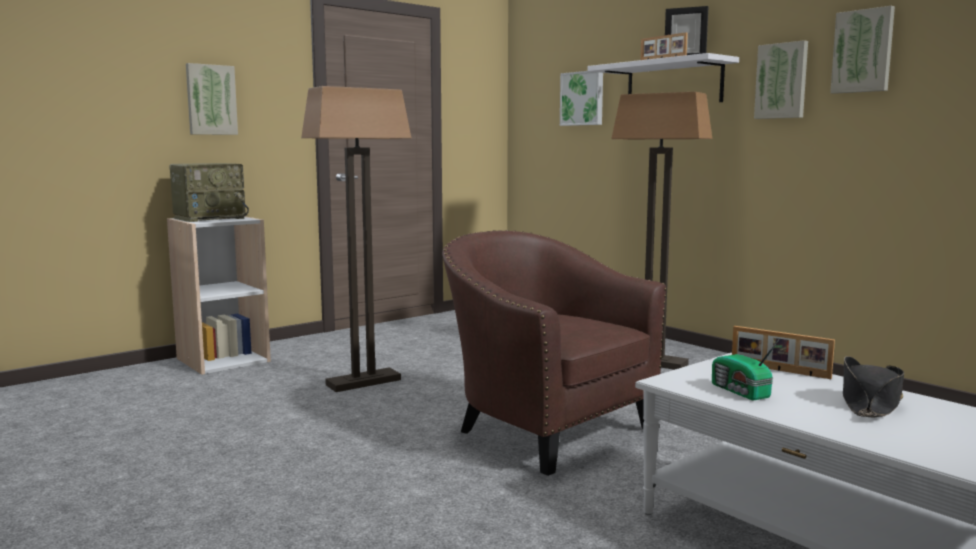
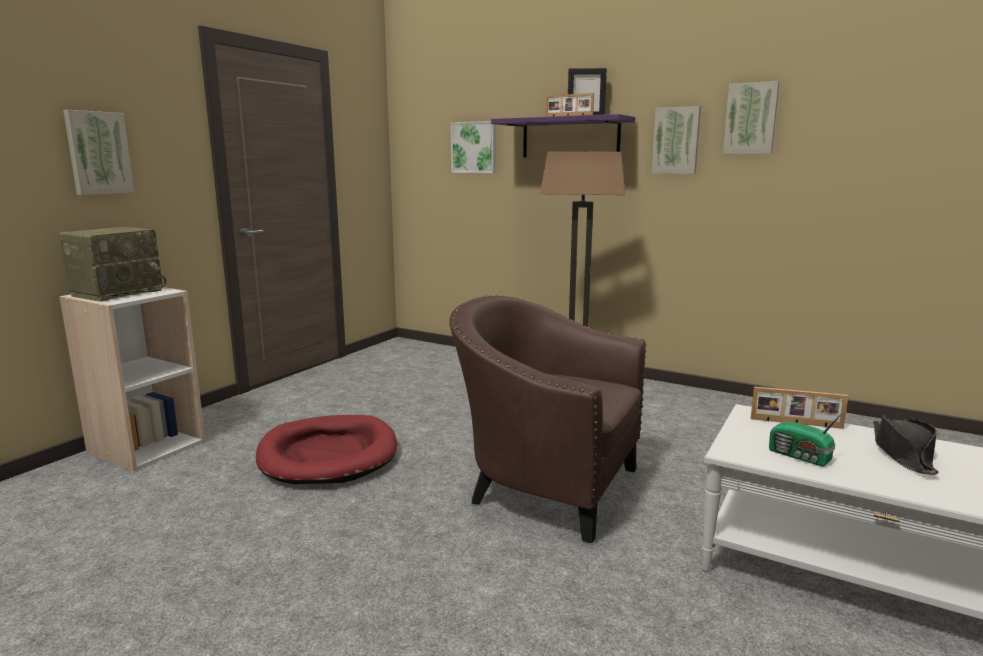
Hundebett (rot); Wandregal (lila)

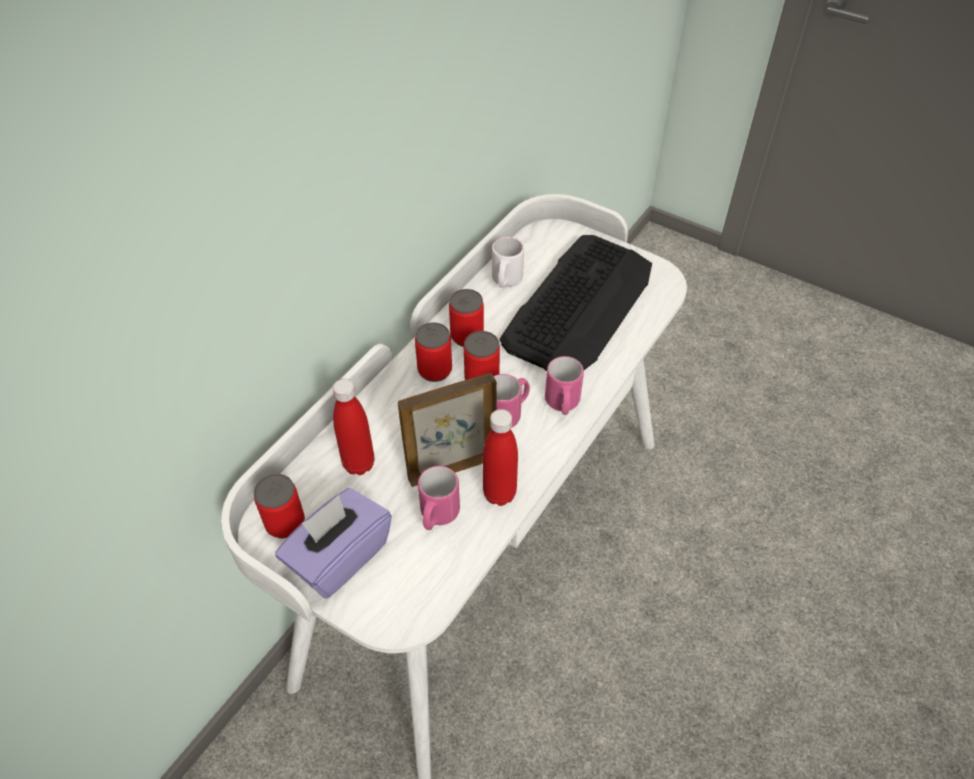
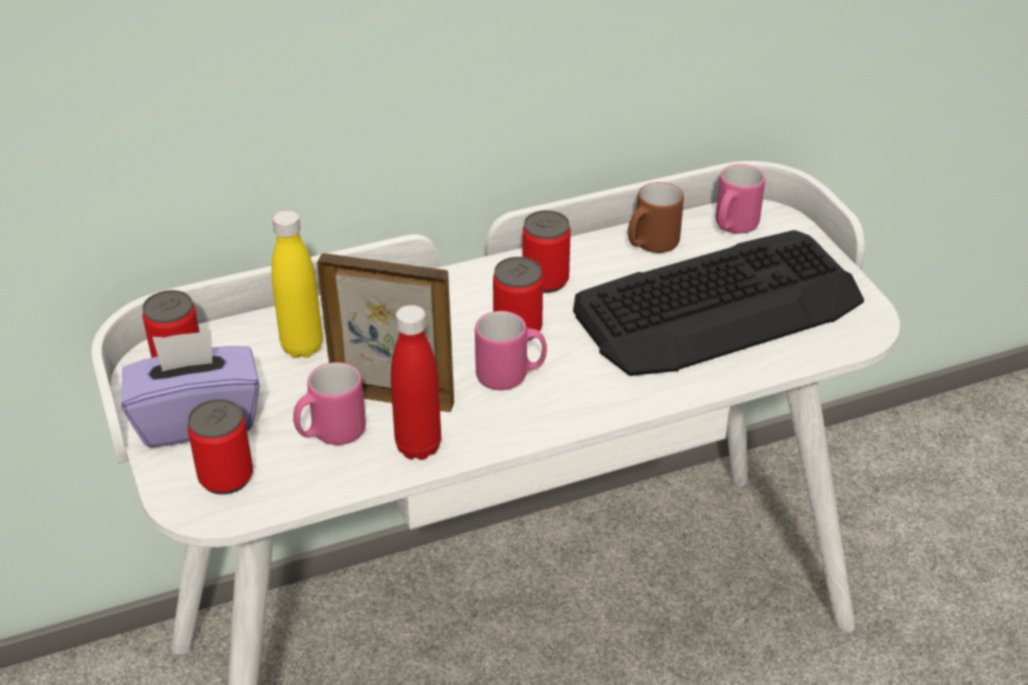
Dose (no. 2 from left); Henkelbecher (rosa) (no. 3 from left); Flasche (gelb); Henkelbecher (braun)

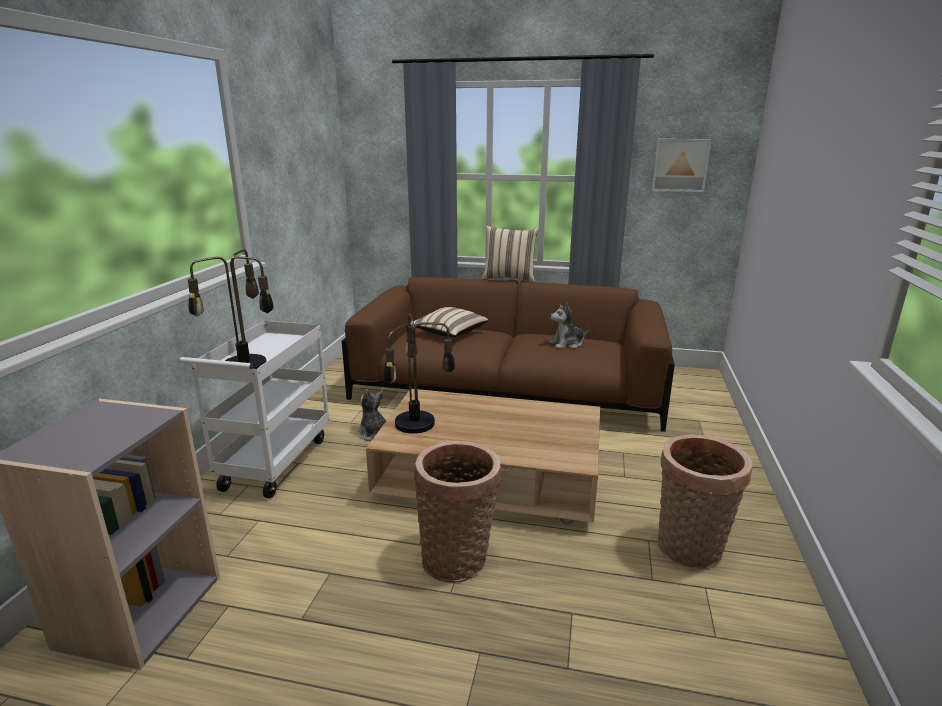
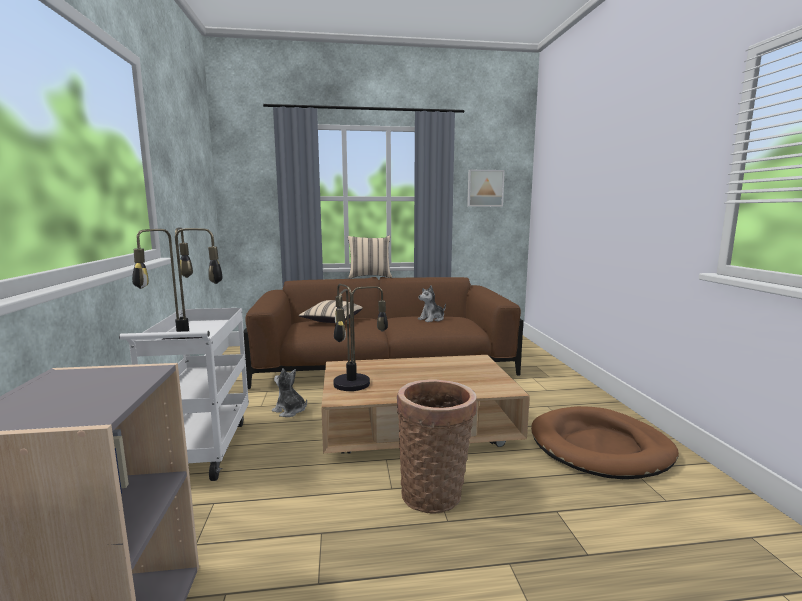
Hundebett (braun)

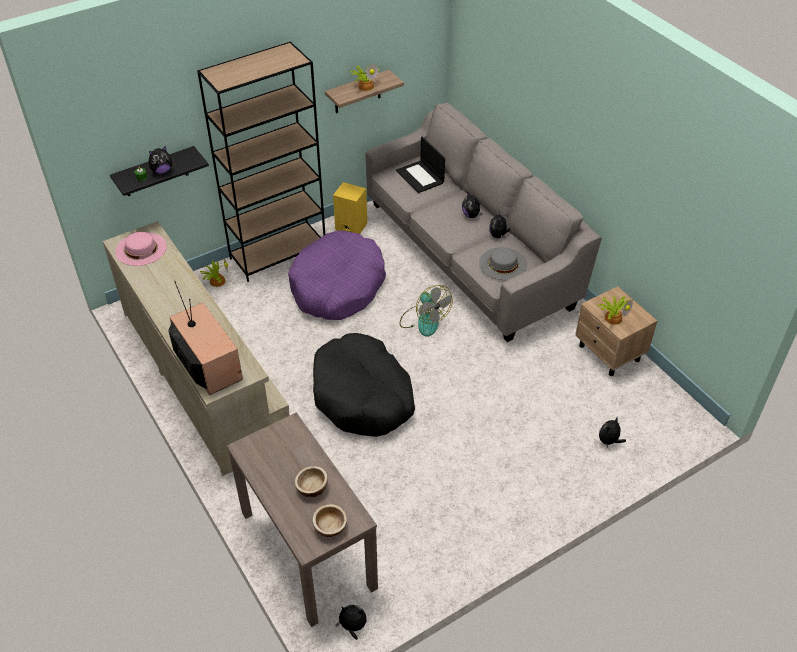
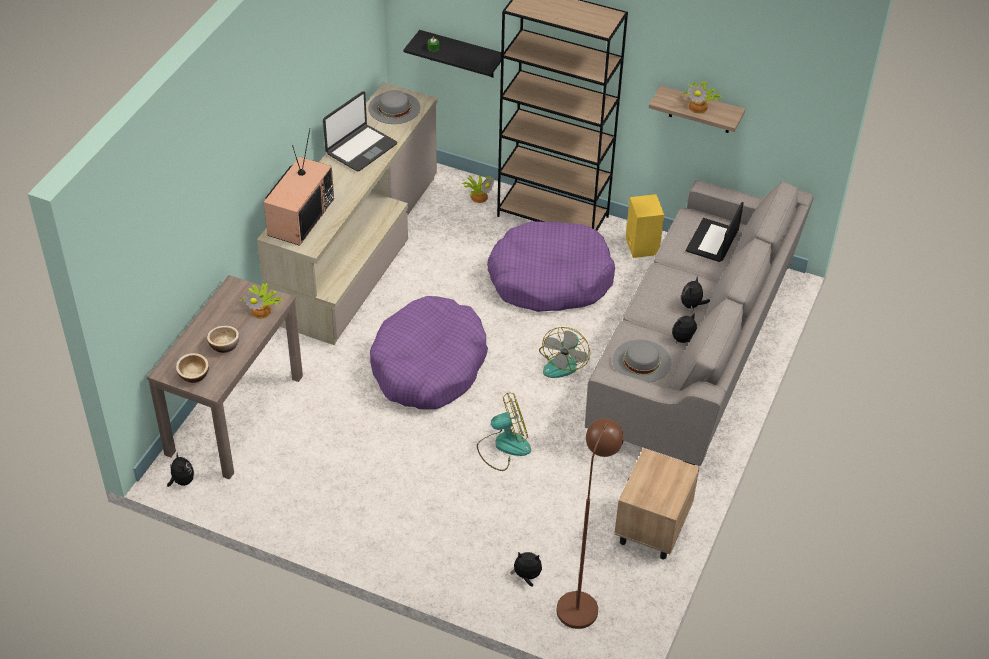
Plüschtier (no. 1 from left in the first image); Laptop (no. 1 from left); Ventilator (no. 1 from left); Stehlampe (braun); Topfpflanze (no. 1 from left); Hut (grau) (no. 1 from left); Hundebett (lila) (no. 1 from left)

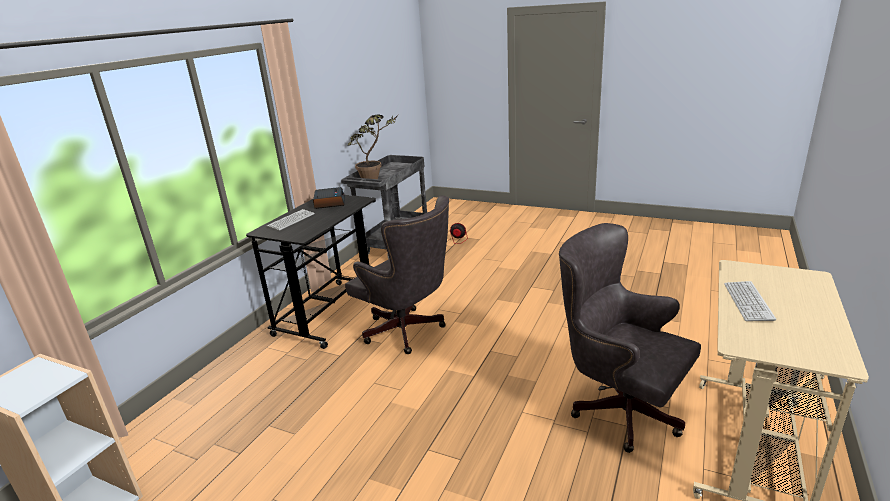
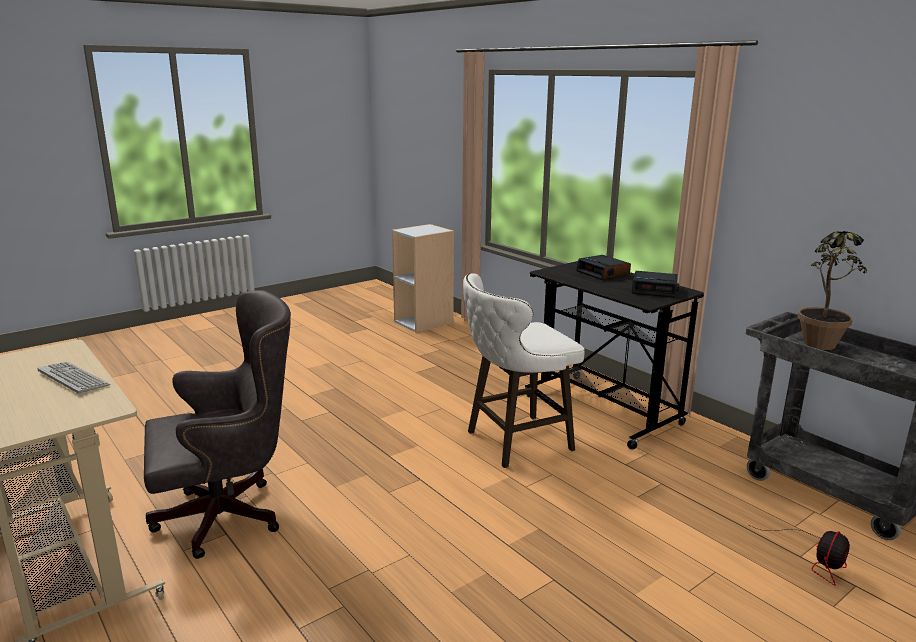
Wecker (no. 1 from left); Hocker (weiß)

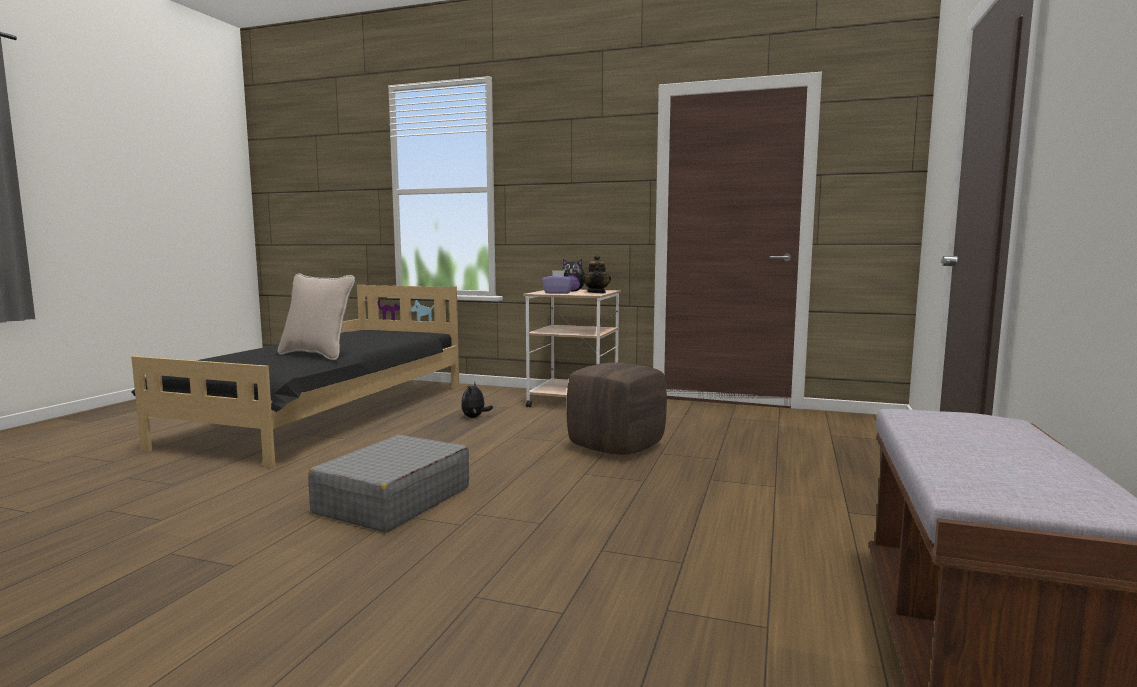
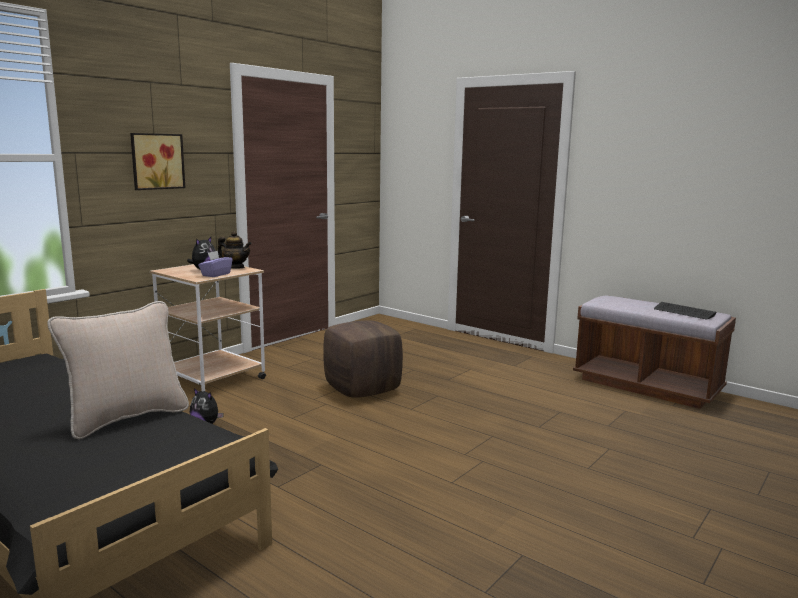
Koffer (grau); Bild; Tastatur

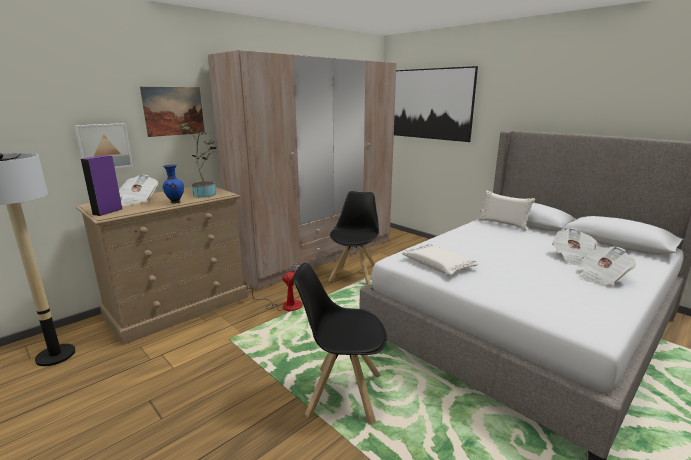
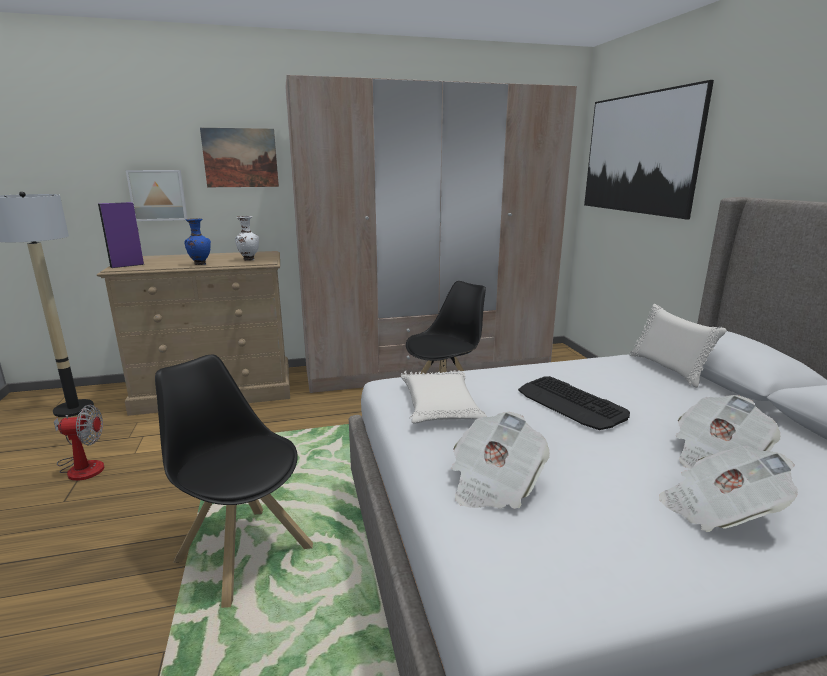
Tastatur; Zeitung (no. 1 from left); Ventilator; Vase (weiß)

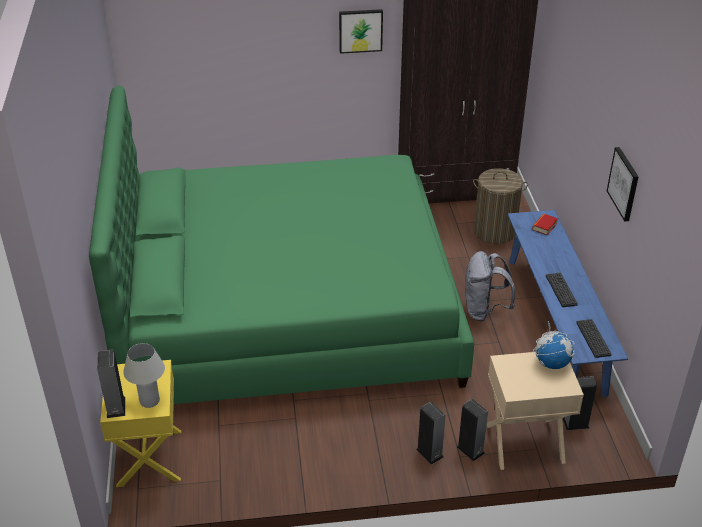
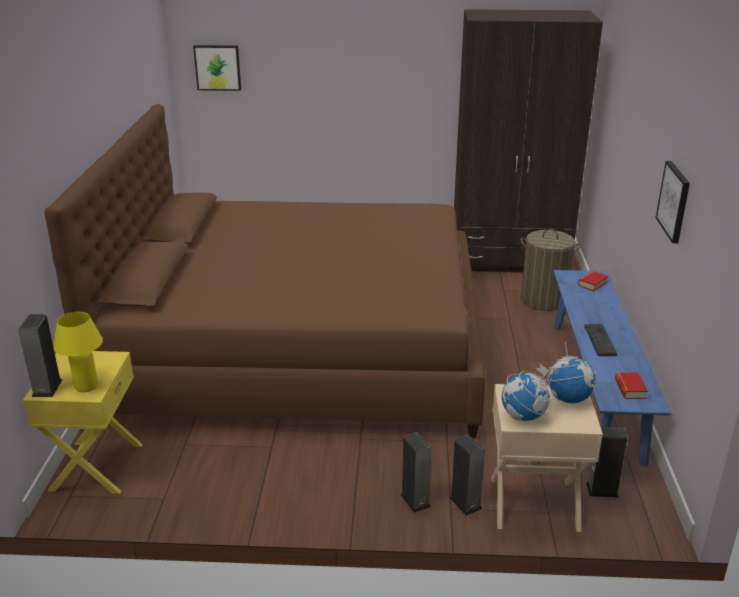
Rucksack (grau); Globus (no. 1 from left); Bild (no. 1 from left); Buch (no. 2 from left); Bett (braun); Tischlampe (gelb)

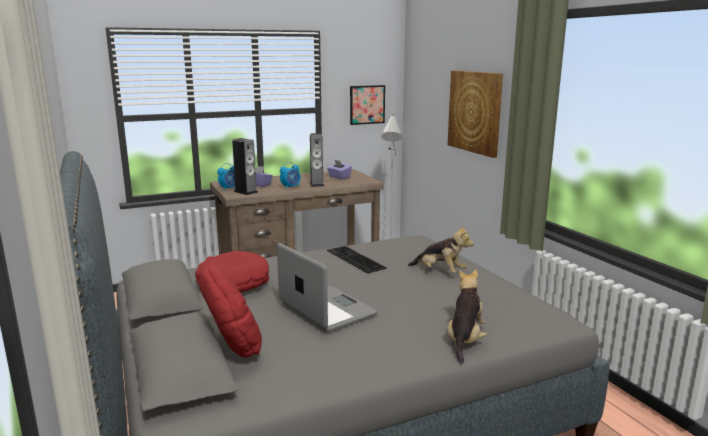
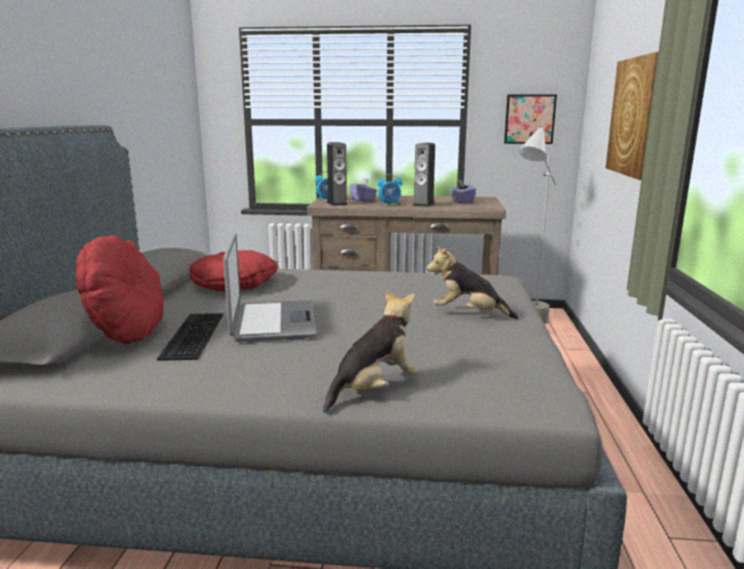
Tastatur; Plüschtier (no. 2 from left)

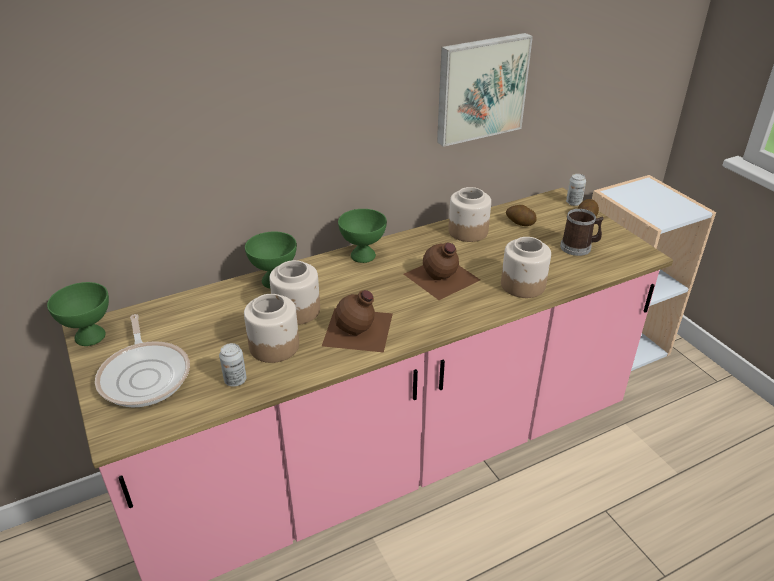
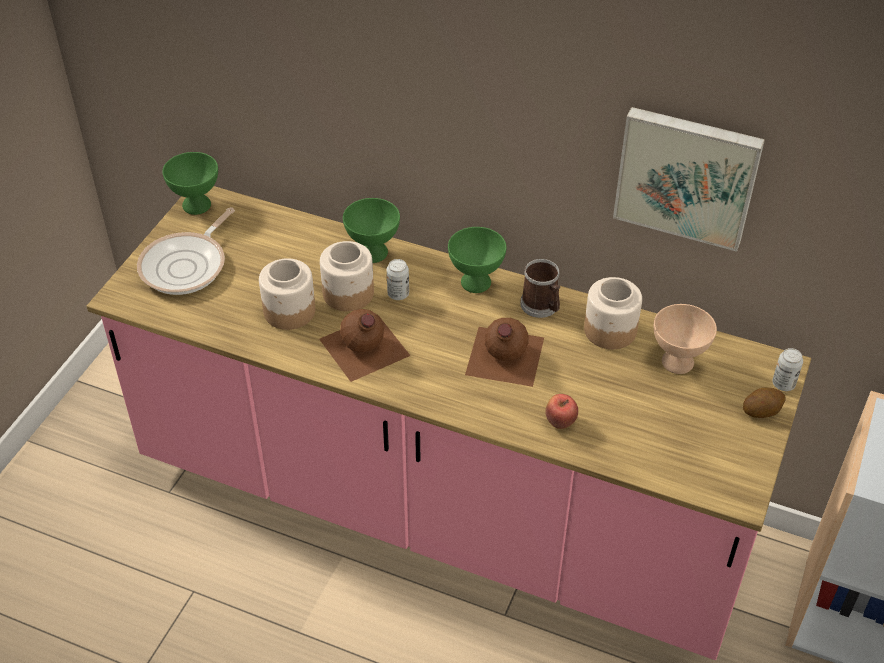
Dose (no. 1 from left); Henkelbecher; Apfel; Schüssel (beige)

